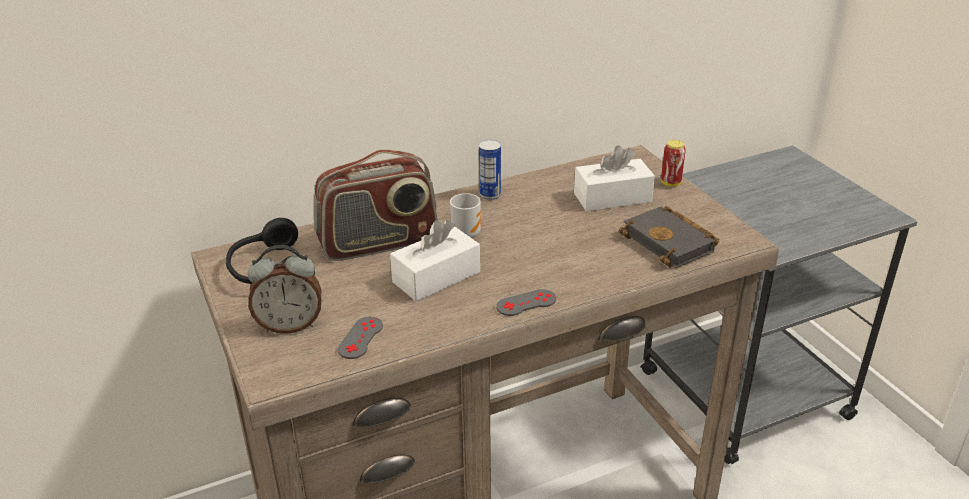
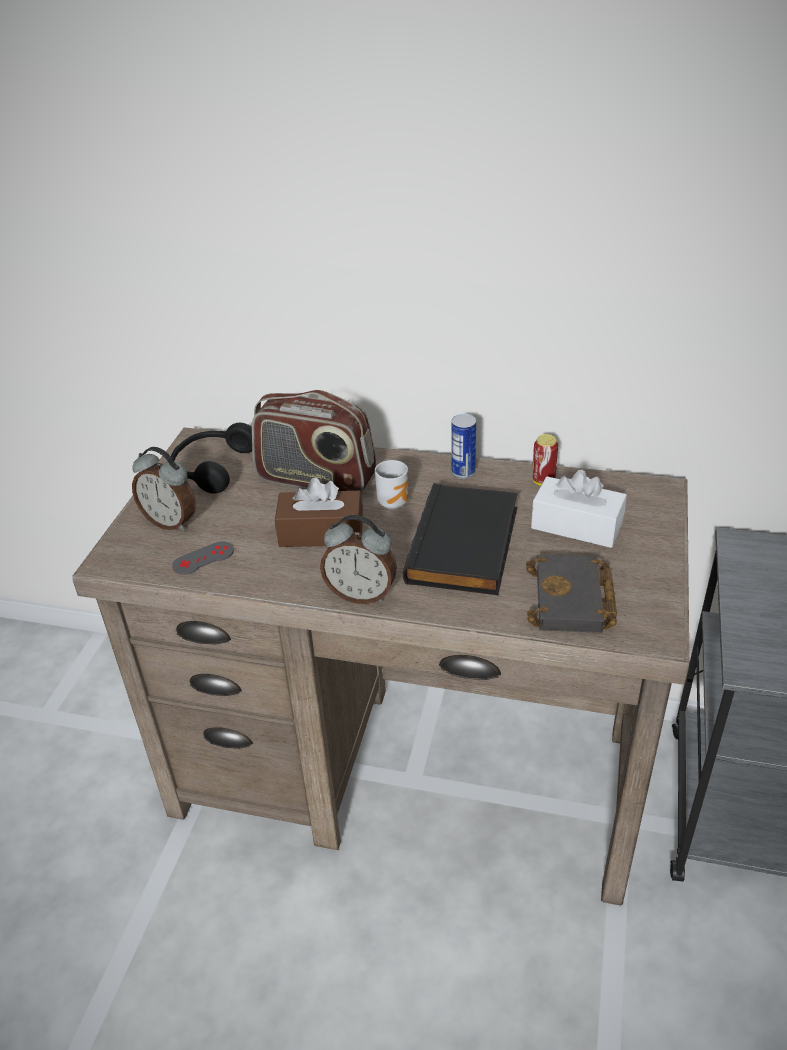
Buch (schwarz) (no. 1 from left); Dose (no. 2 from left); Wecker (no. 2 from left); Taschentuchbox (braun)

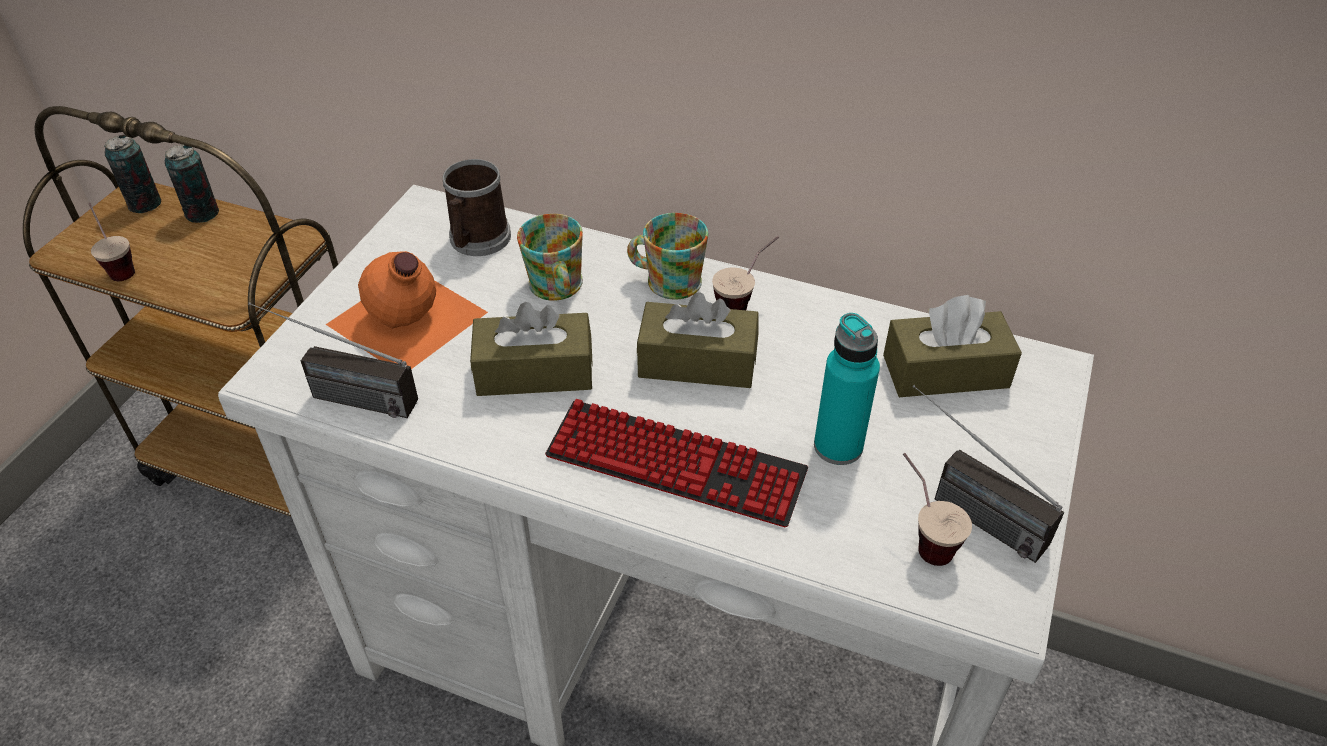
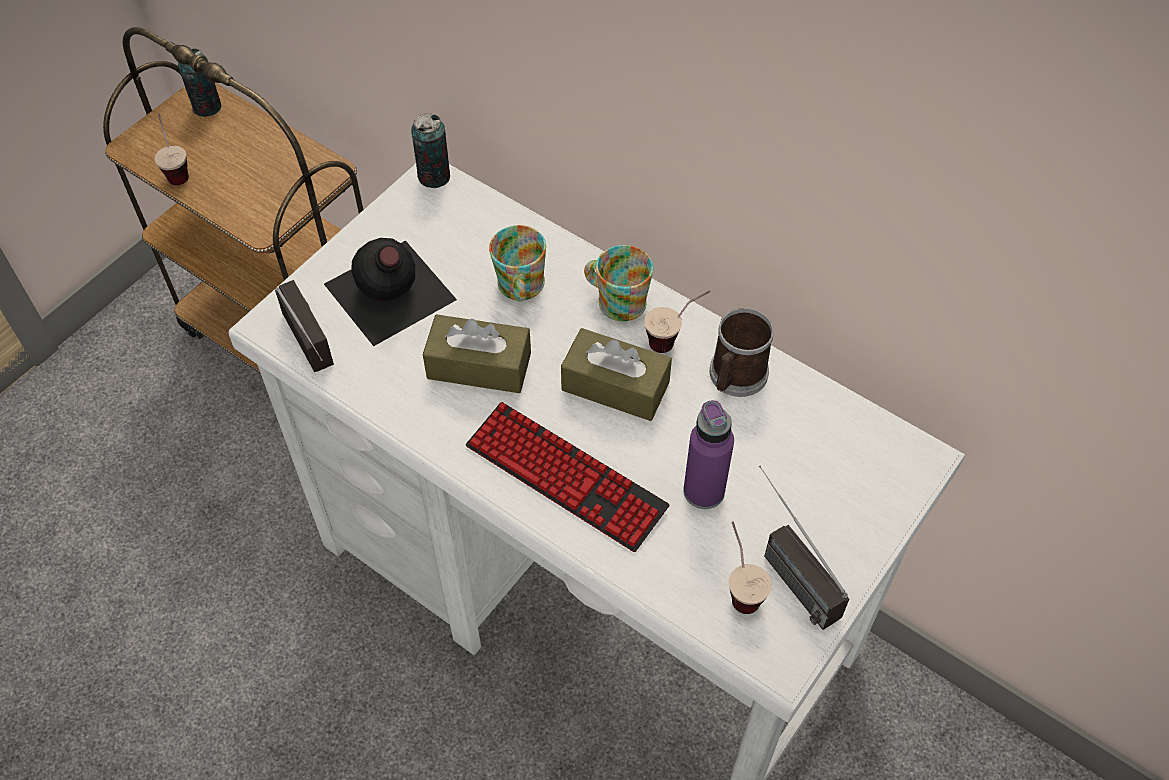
Taschentuchbox (braun) (no. 3 from left in the first image); Dose (no. 2 from left); Henkelbecher (no. 3 from left); Flasche (schwarz); Flasche (lila); Radio (no. 1 from left)

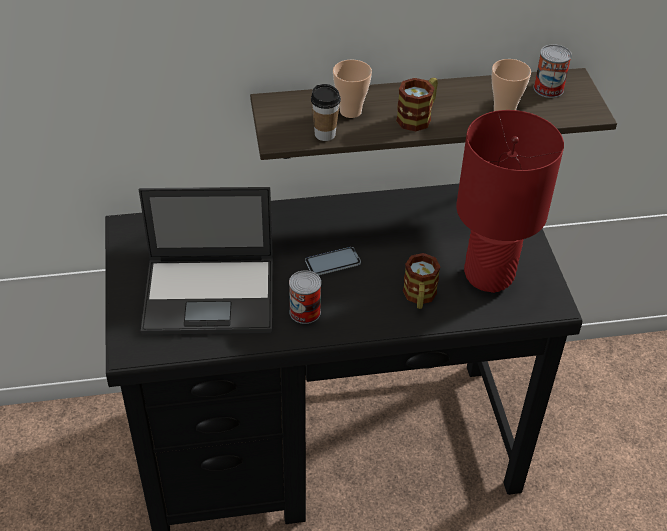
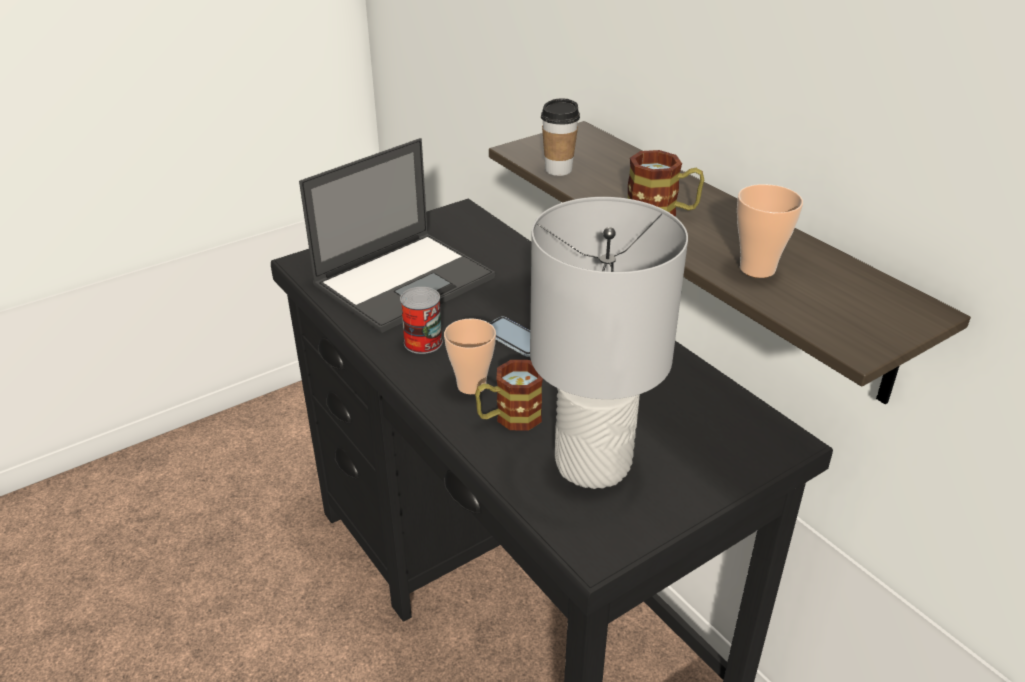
Dose (no. 2 from left in the first image); Tasse (no. 1 from left); Tischlampe (grau); Laptop

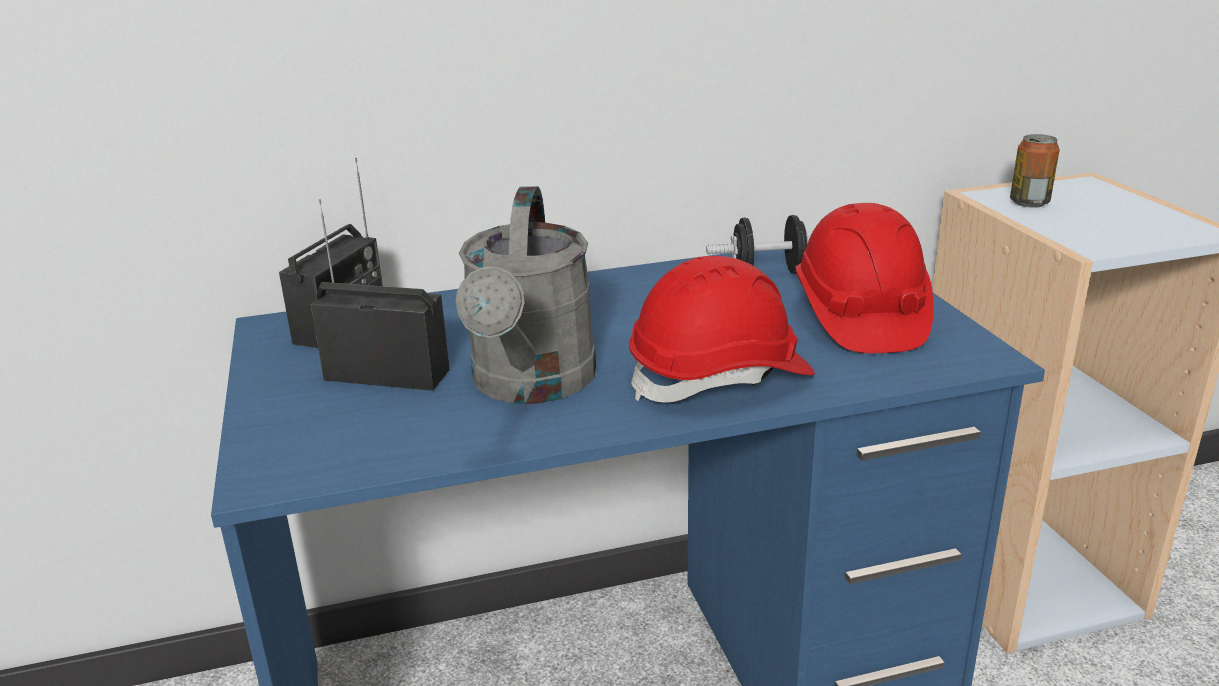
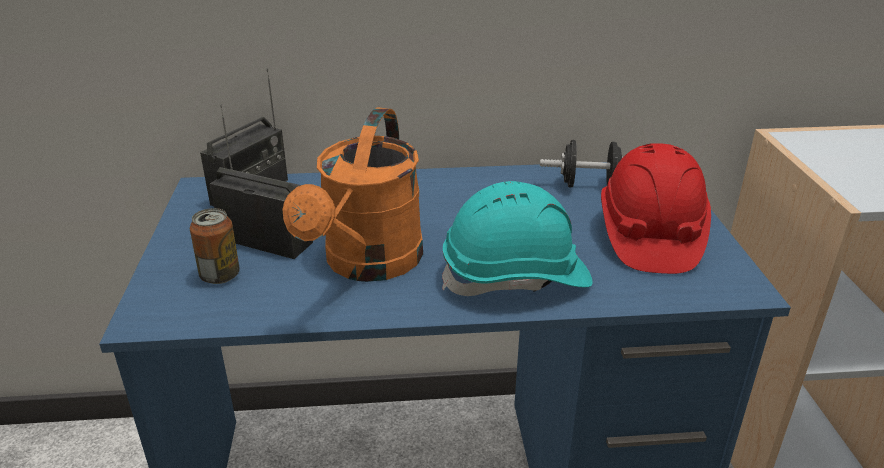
Dose; Gießkanne (orange); Schutzhelm (türkis)

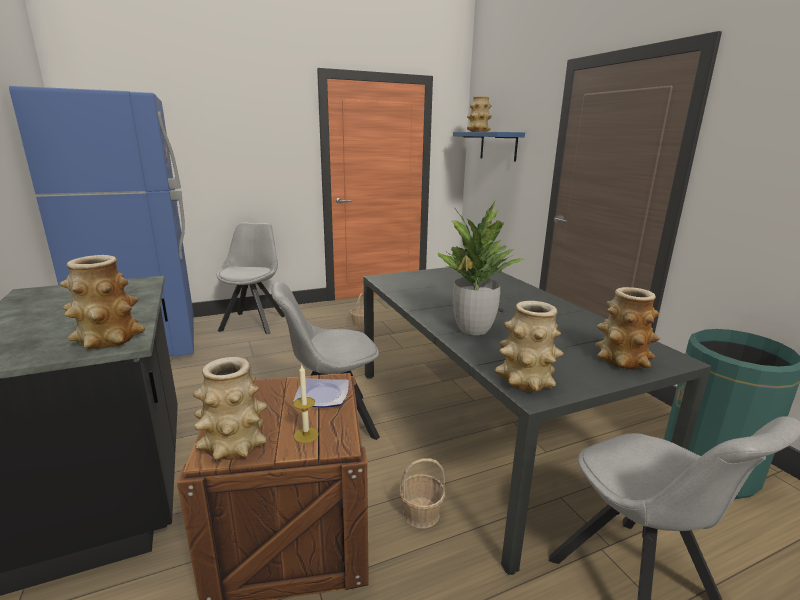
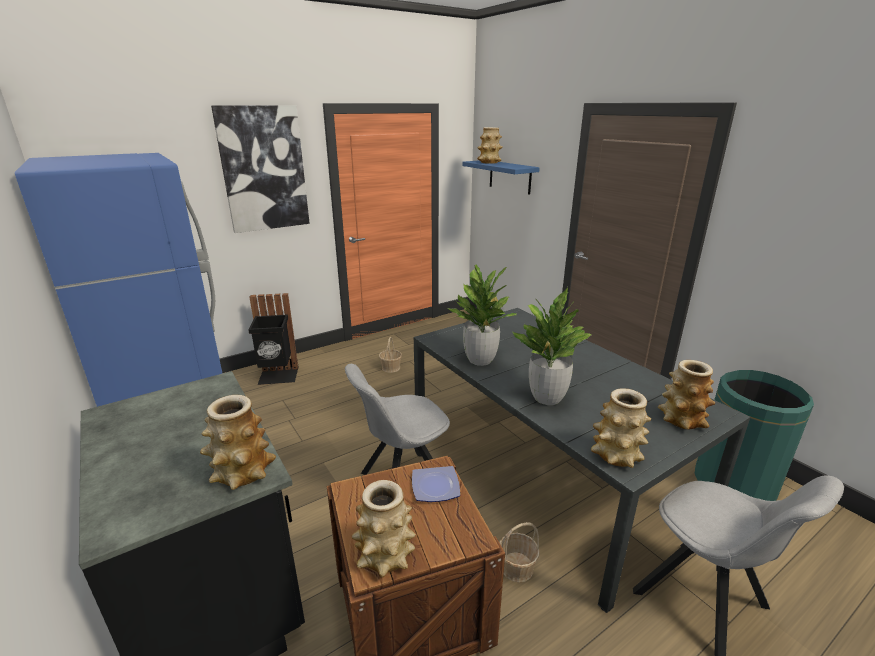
Kerze; Bild; Topfpflanze (no. 1 from left); Mülleimer (schwarz)

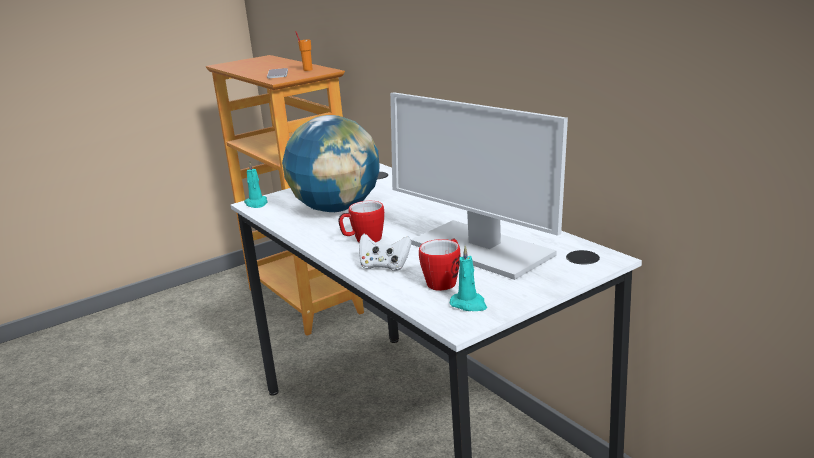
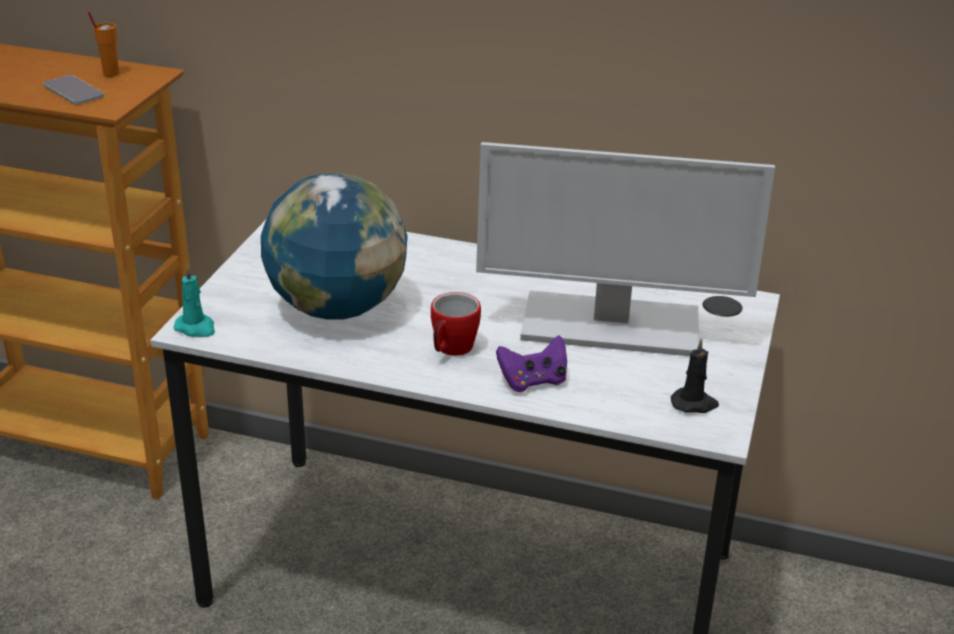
Henkelbecher (no. 2 from left in the first image); Gamepad (lila); Kerze (schwarz)

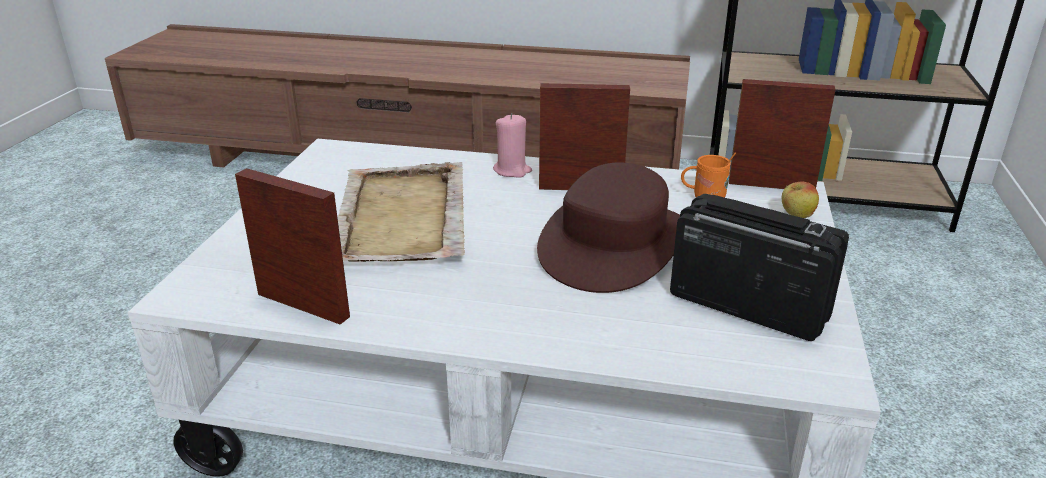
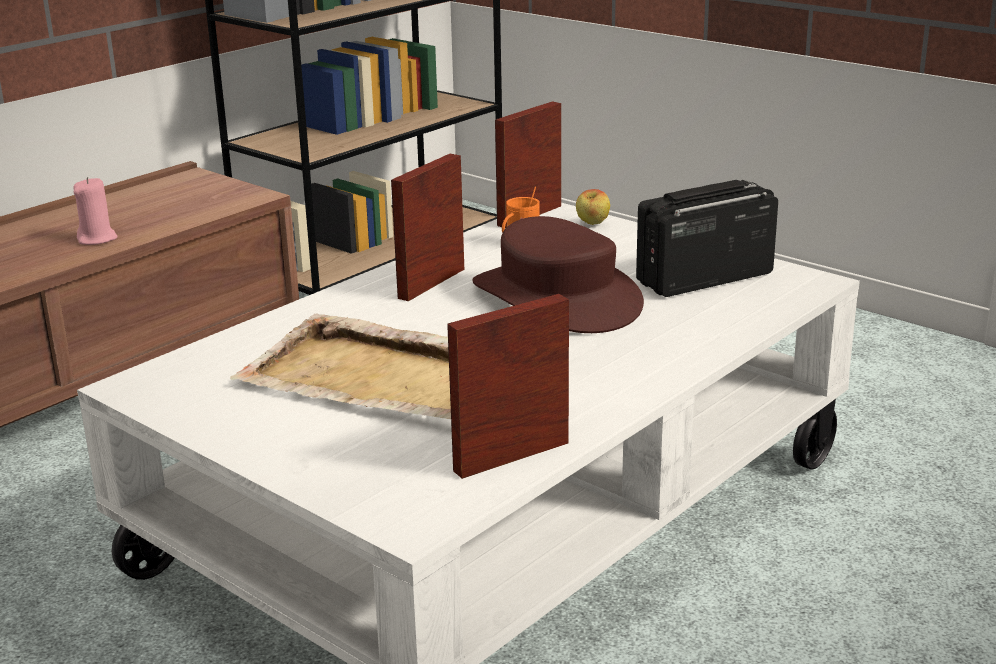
Kerze (rosa)

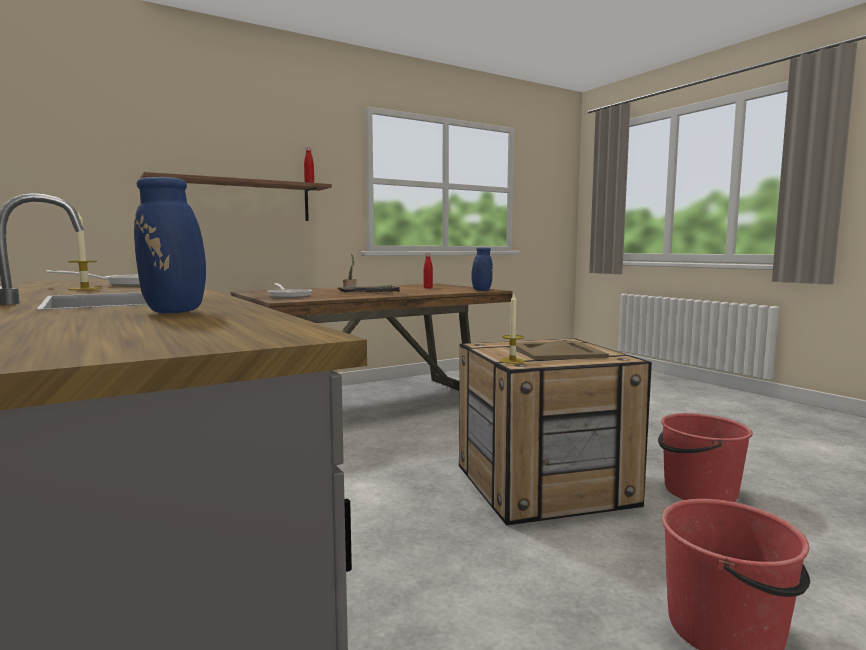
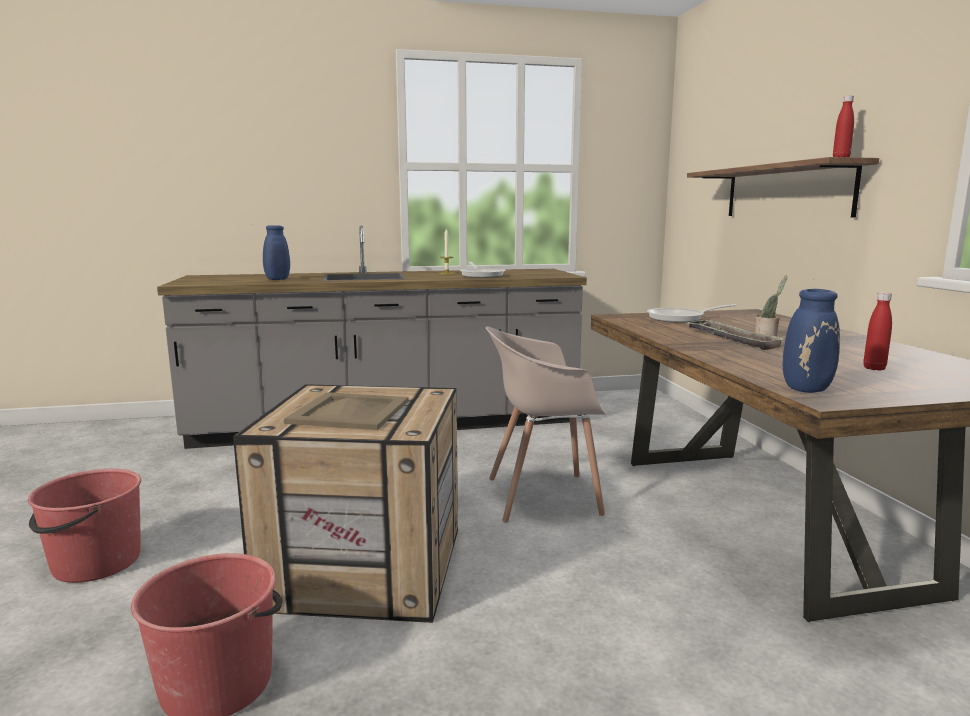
Kerze (no. 2 from left in the first image); Stuhl (beige)

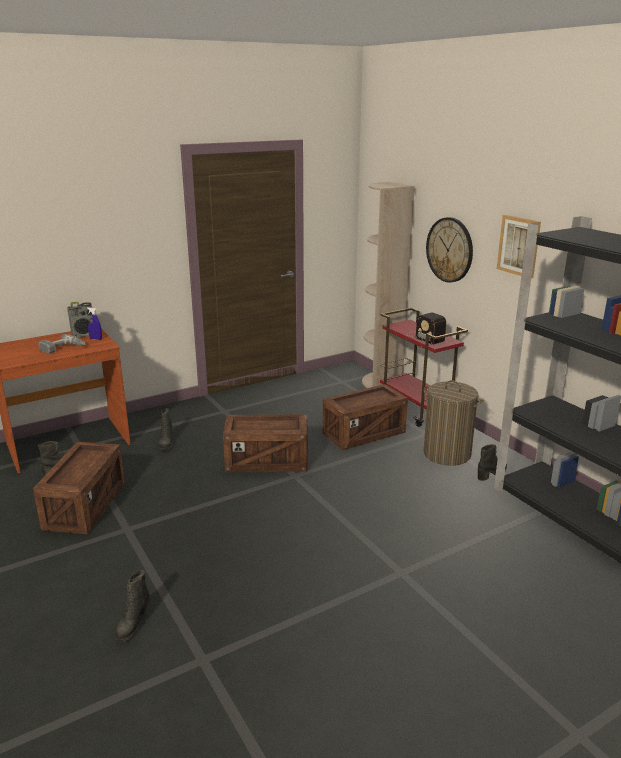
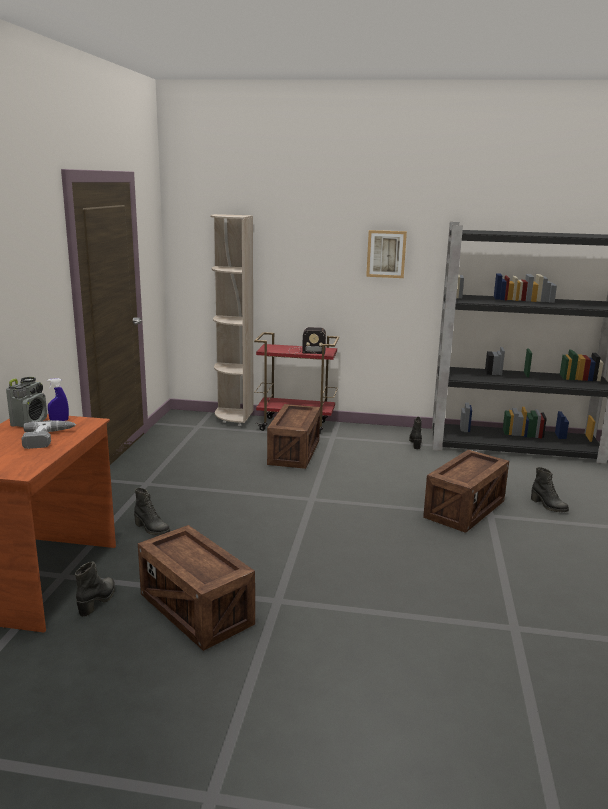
Wäschekorb; Wanduhr; Stiefel (schwarz) (no. 4 from left); Kiste (no. 3 from left)

